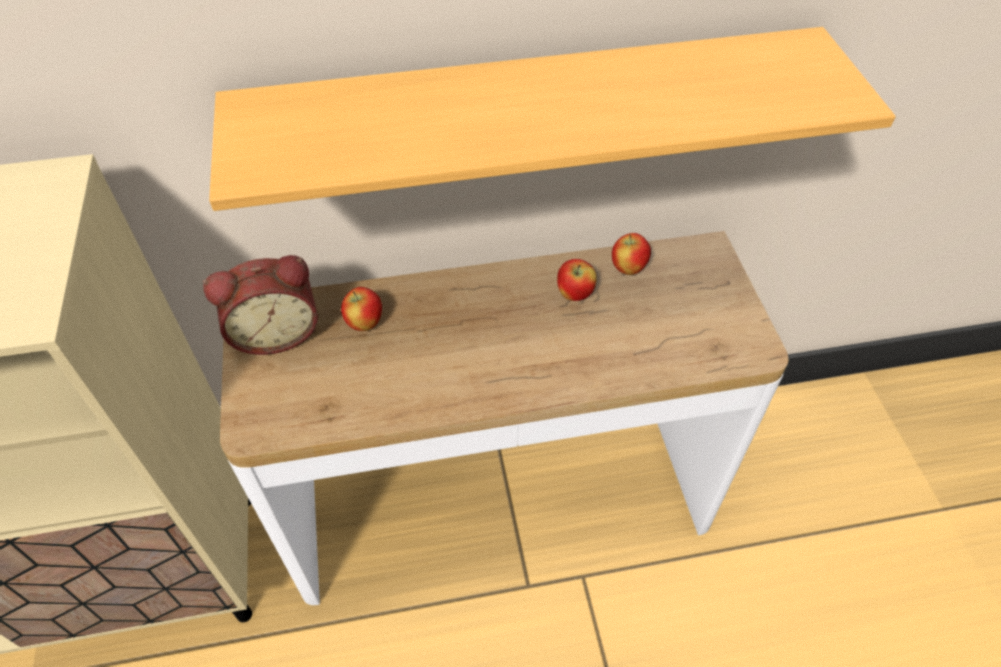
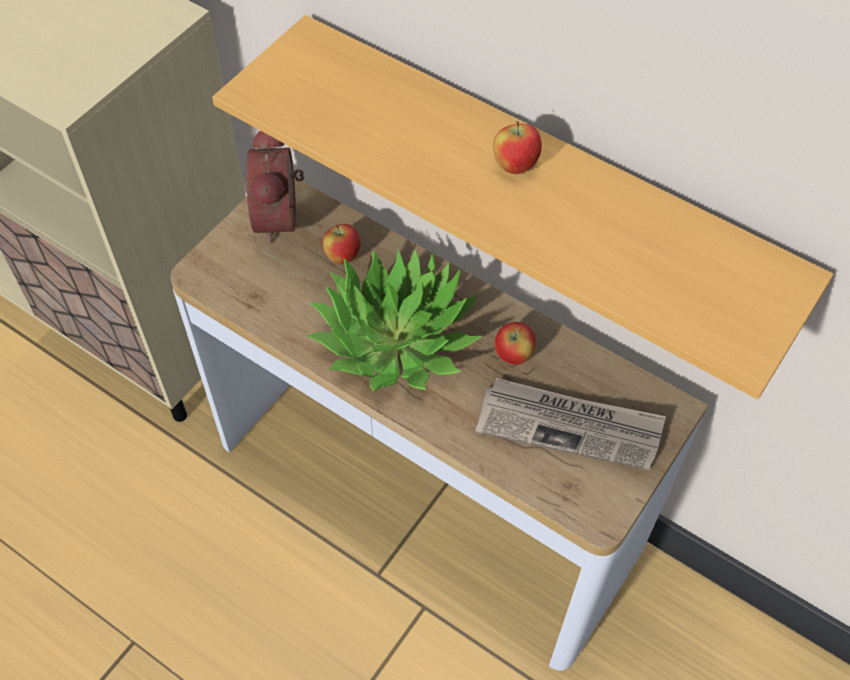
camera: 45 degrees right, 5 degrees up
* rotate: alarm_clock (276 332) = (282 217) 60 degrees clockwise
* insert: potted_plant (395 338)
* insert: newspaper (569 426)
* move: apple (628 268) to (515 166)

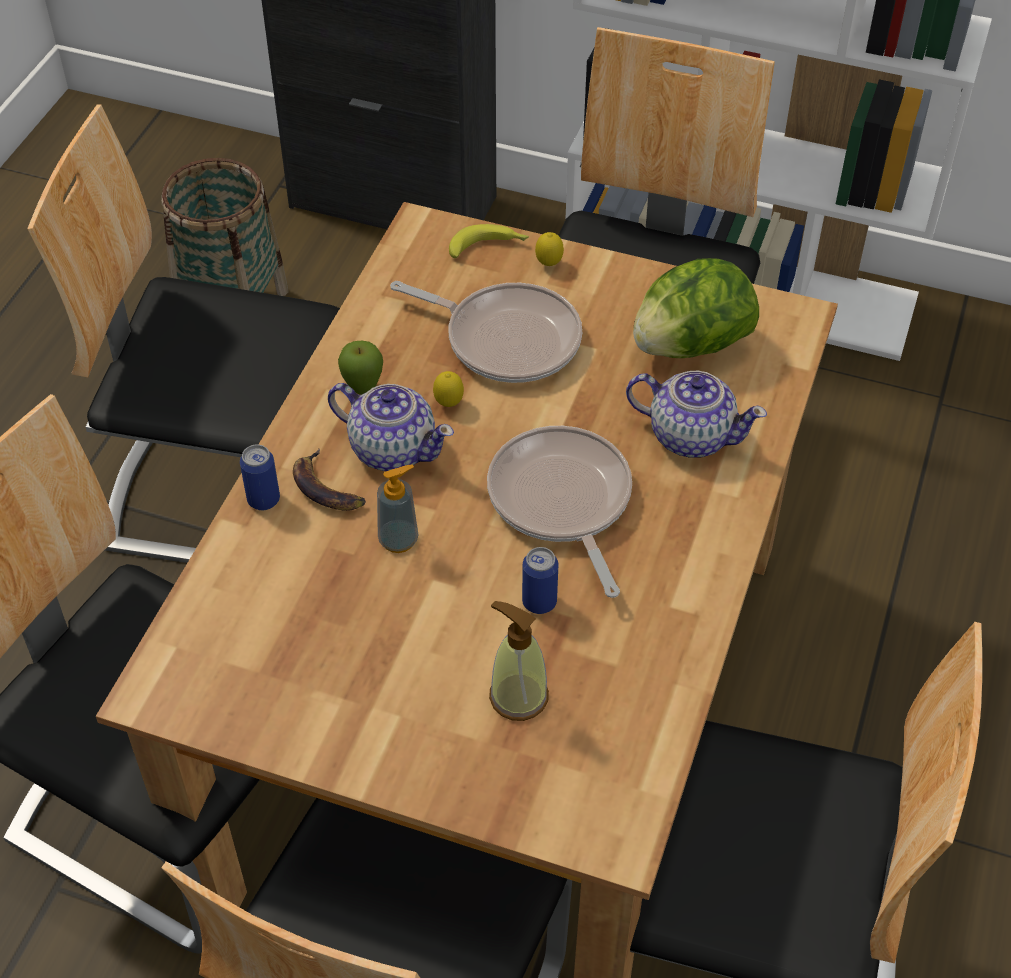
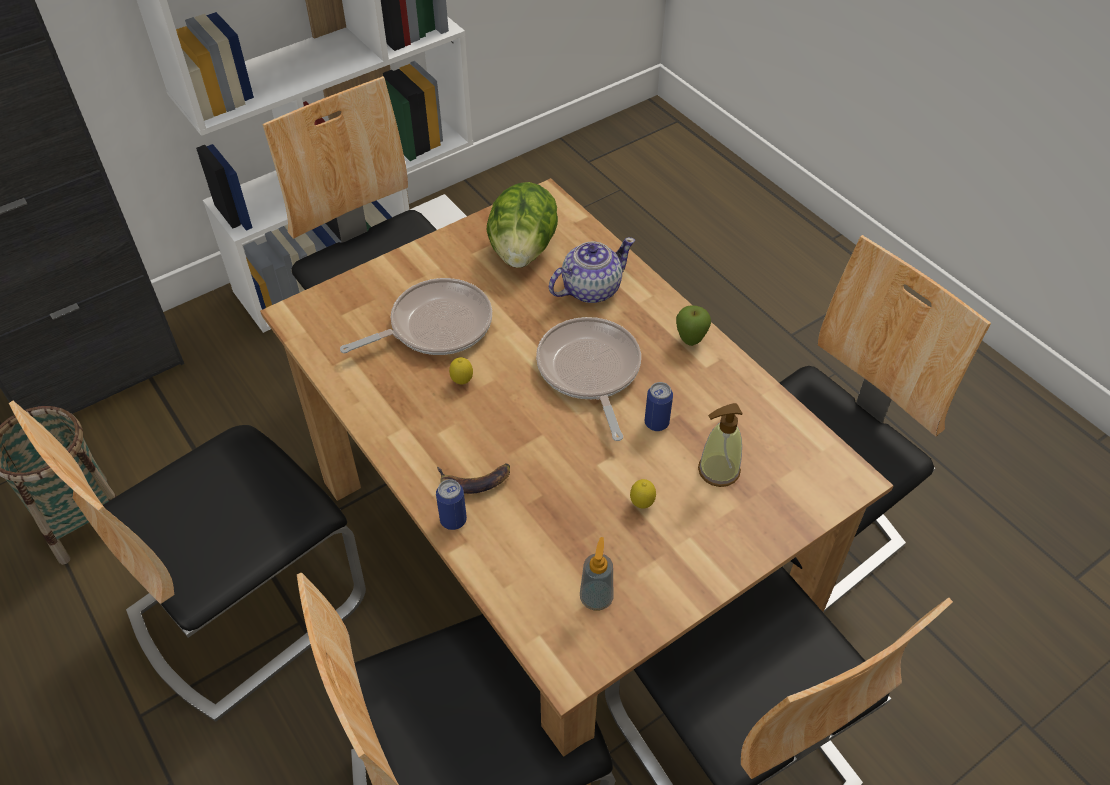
camera: 55 degrees left, 0 degrees up
* rotate: frying_pan (562 502) = (589 371) 60 degrees clockwise
* move: soap_dispenser (398 540) to (596 598)
* move: lemon (549 264) to (641 504)
* move: apple (363 389) to (690 341)
* delete: teapot (392 448)
* delete: banana (488 247)

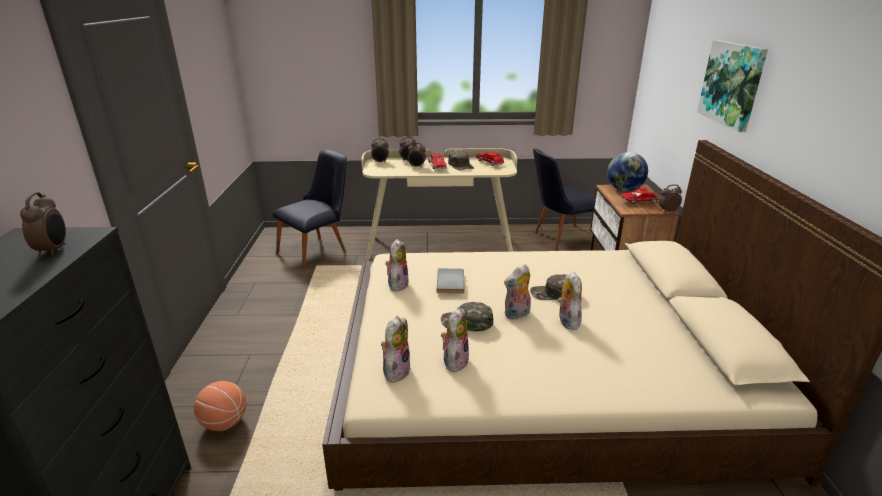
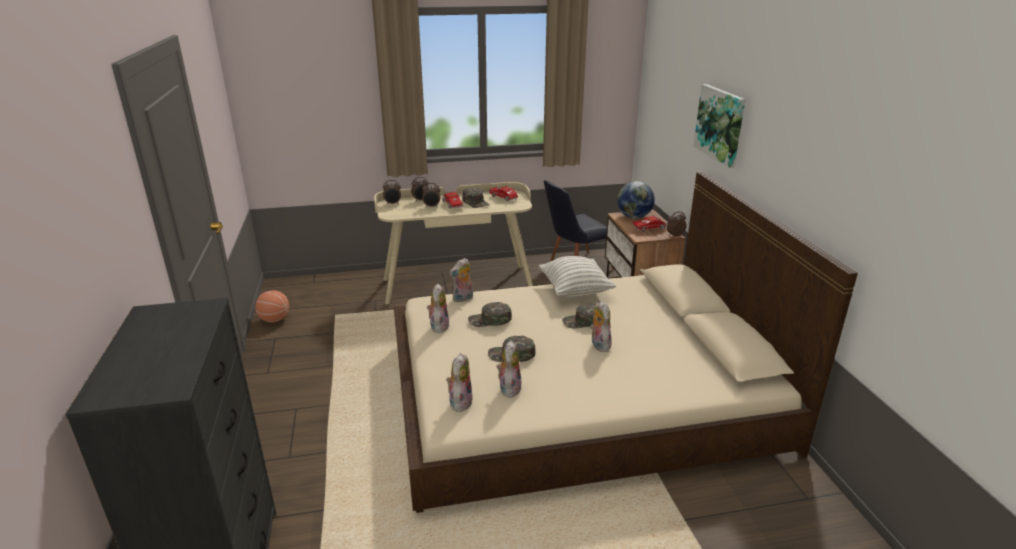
camera: 10 degrees left, 0 degrees up
* move: basketball (224 422) to (274 319)
* move: plush_toy (517 314) to (463 299)
* replace: grey_book (452 282) to green_cap (490 320)
* insert: pillow (575 291)
* delete: alarm_clock (54 250)
* delete: black_chair (318 251)

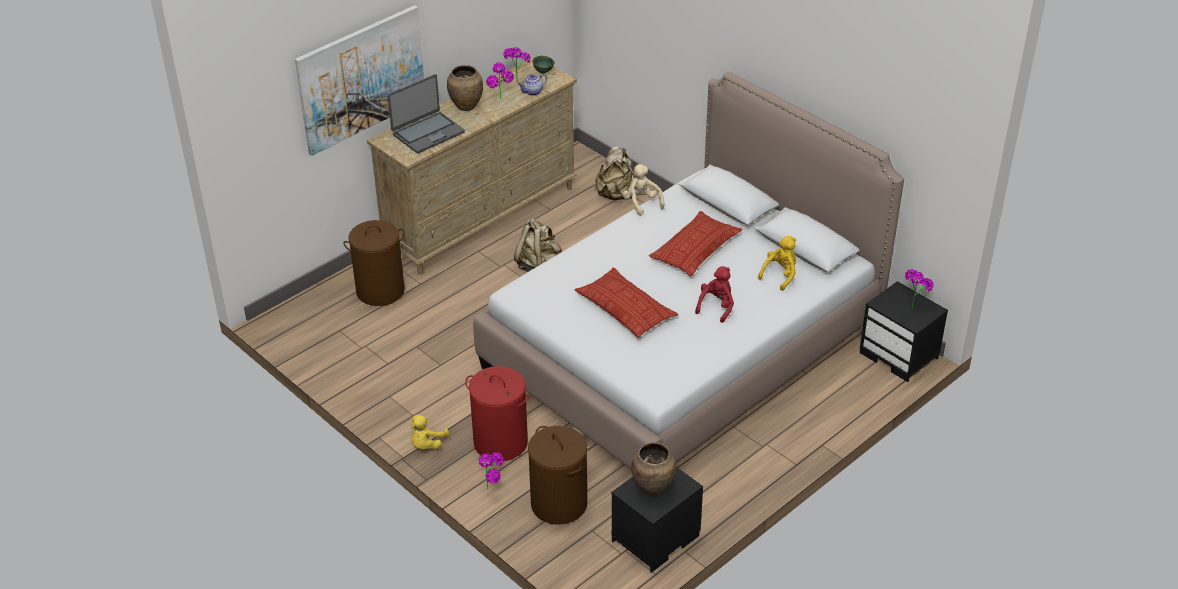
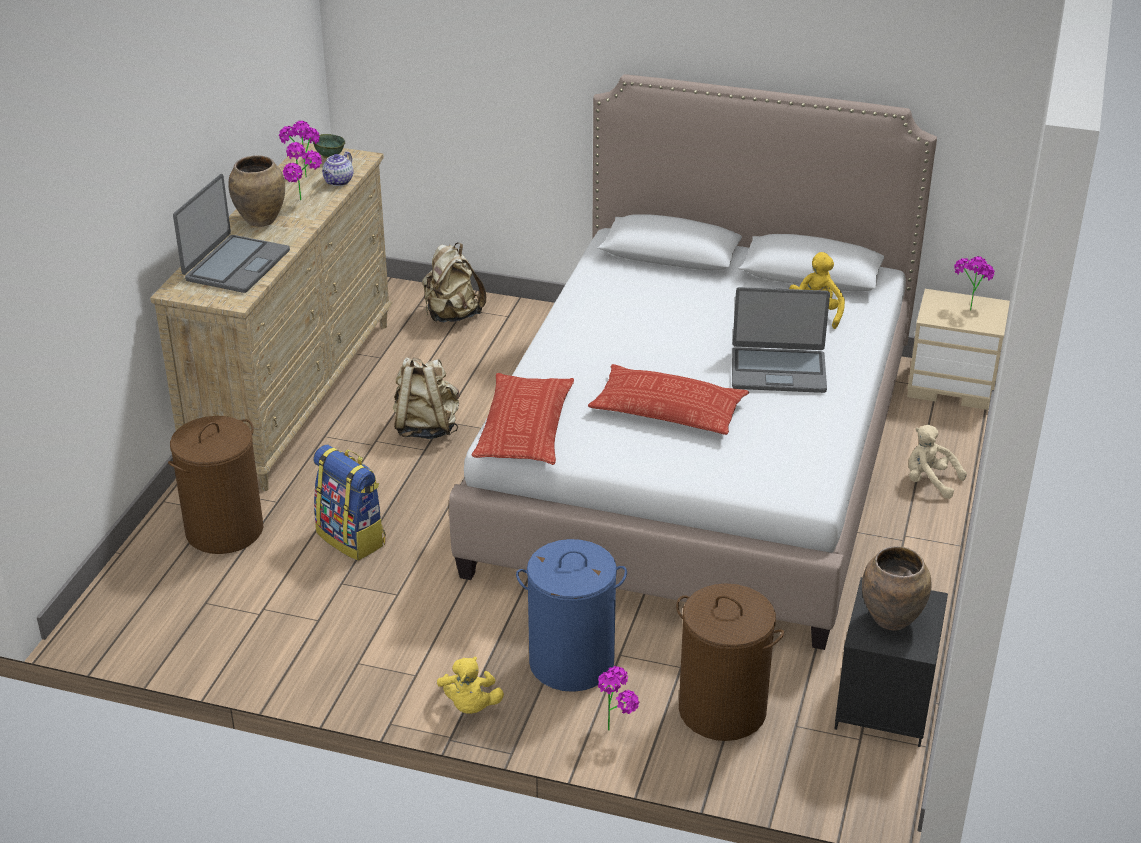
camera: 30 degrees left, 5 degrees down
* insert: backpack (352 538)
* move: pillow (695 249) to (524 427)
* recolor: red_laundry_basket (500 442) to blue_laundry_basket (571 663)
* replace: red_plush_toy (716 307) to laptop (778 371)
* recolor: black_nightstand (900 355) to beige_nightstand (953 385)
* move: beige_plush_toy (641 203) to (929 481)
* delete: picture (361 79)

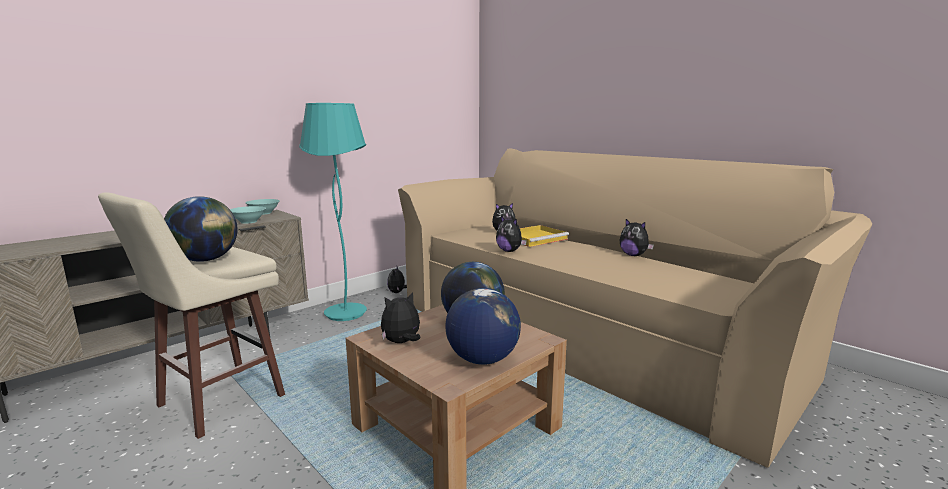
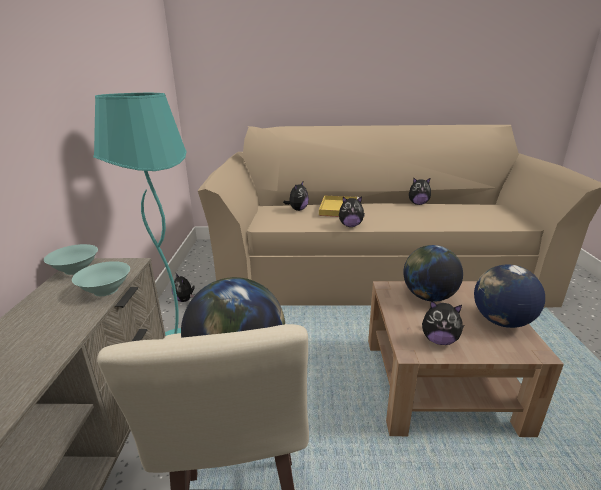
camera: 45 degrees left, 10 degrees up
* rotate: plush_toy (402 342) = (439 340) 90 degrees counterclockwise

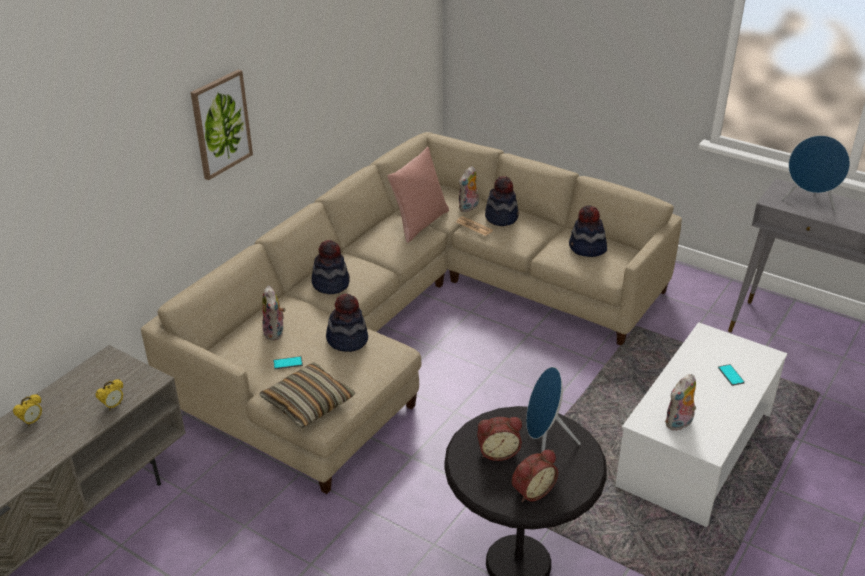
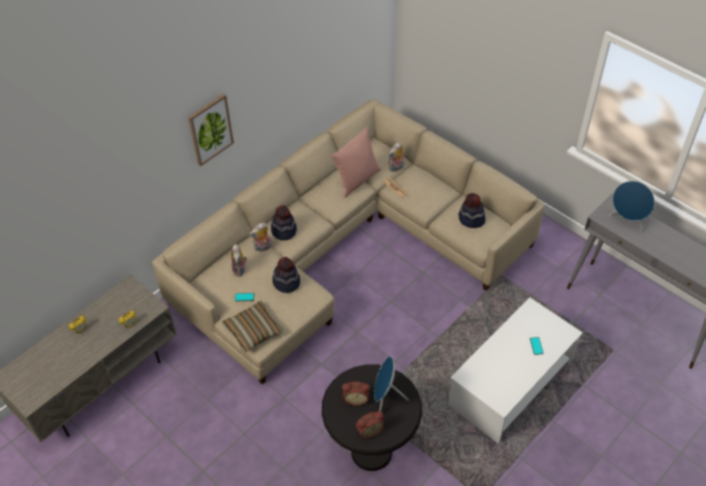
camera: 10 degrees right, 15 degrees up
* move: plush_toy (679 424) to (263 248)
* delete: hat (501 217)

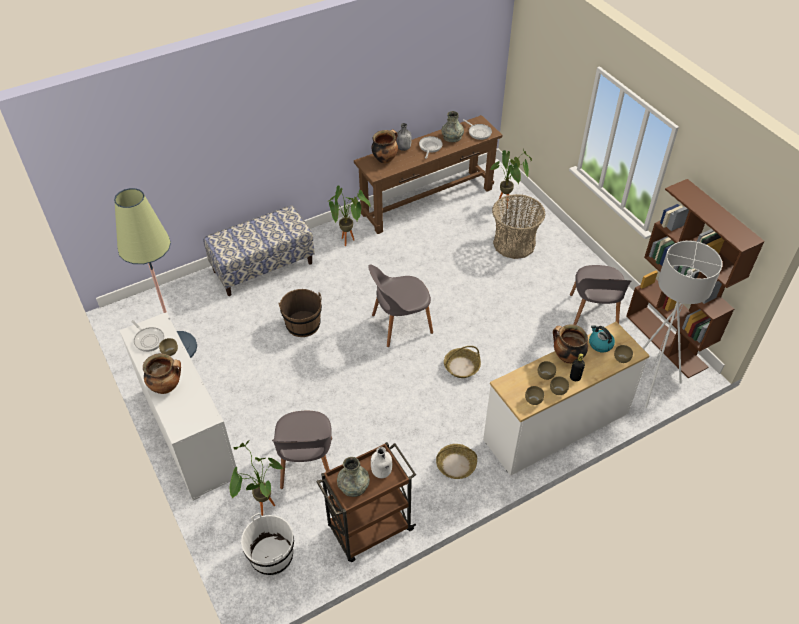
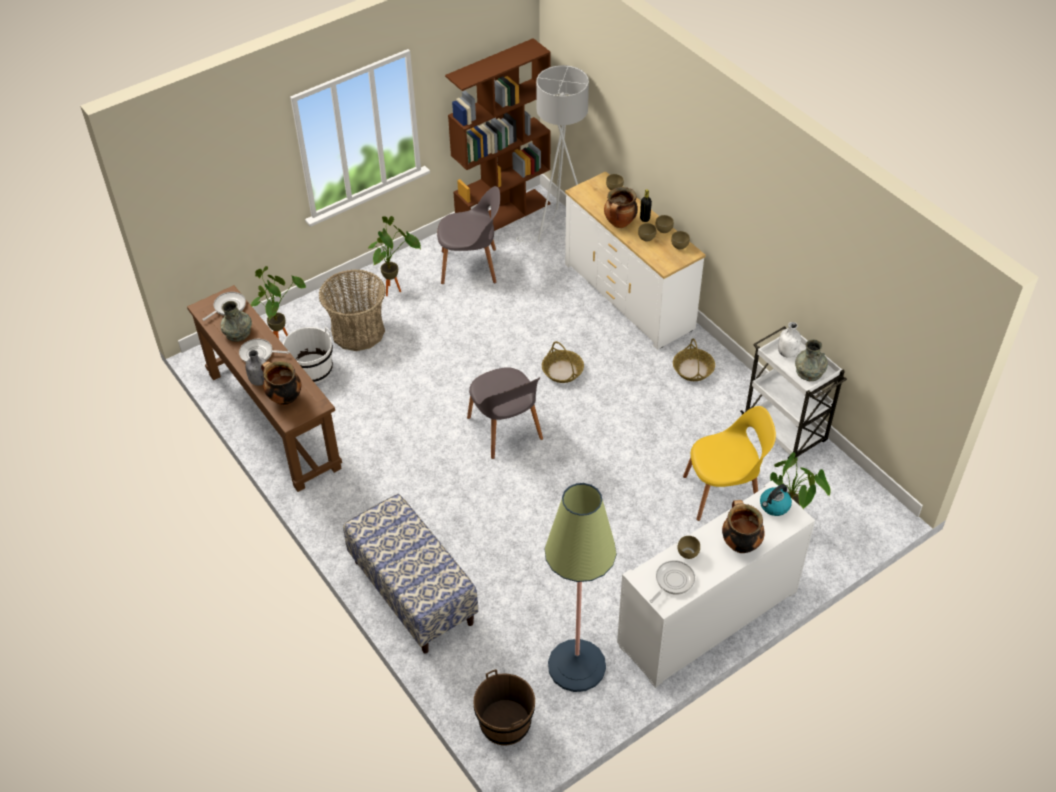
camera: 95 degrees left, 0 degrees up
* move: white_bucket (271 556) to (312 370)
* move: potted_plant (349 243) to (395 289)
* move: brown_bucket (303 324) to (505 723)
* recolor: grey_chair (306 465) to yellow_chair (723 493)
* recolor: brown_cart (369 529) to white_cart (785 431)
* move: kettle (600 344) to (774 506)

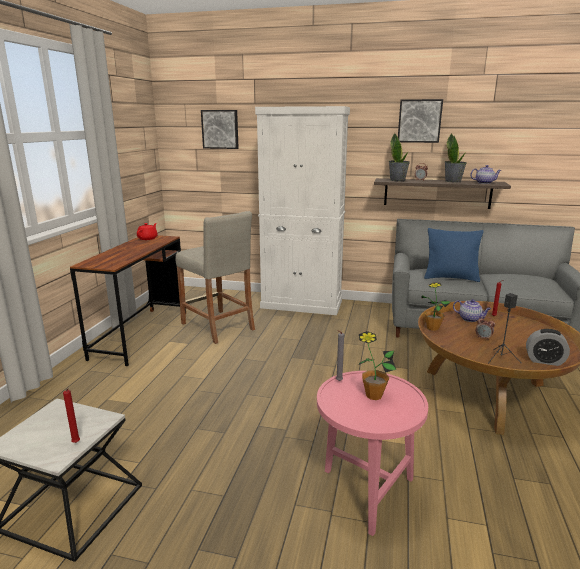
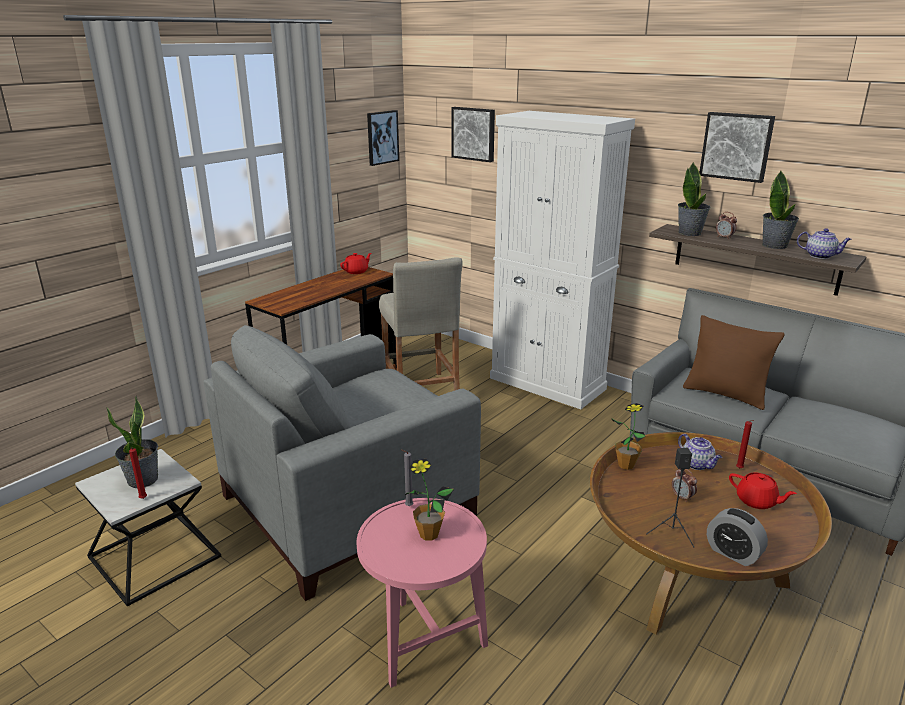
camera: 25 degrees right, 5 degrees up
* insert: potted_plant (143 480)
* insert: grey_armchair (349 503)
* insert: picture (382 137)
* recolor: blue_pillow (450 278) to brown_pillow (725 394)
* insert: red_teapot (757 501)

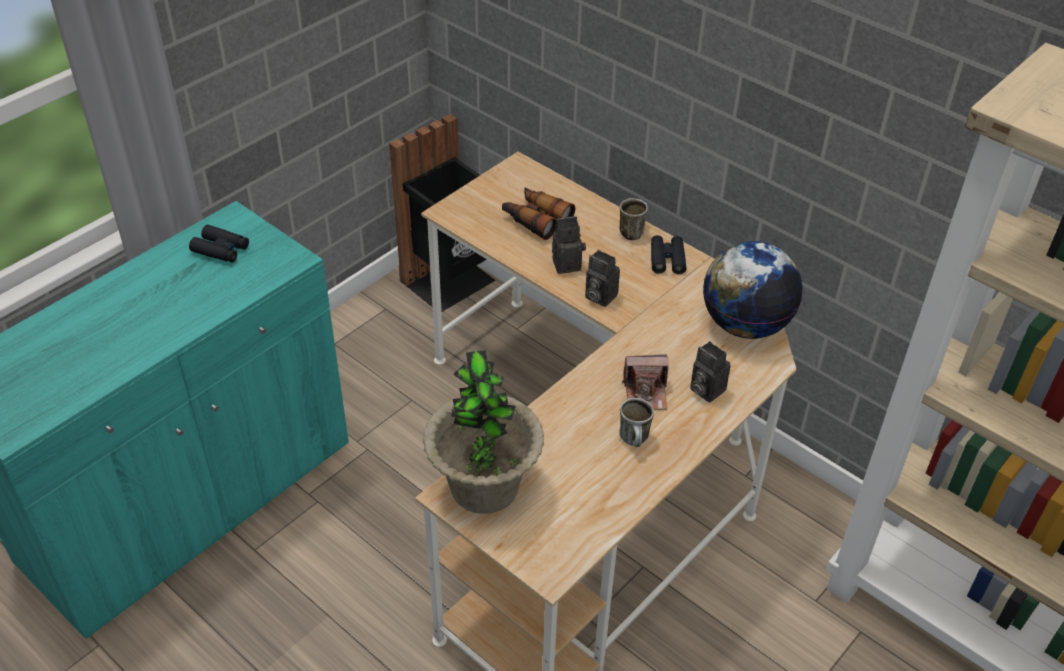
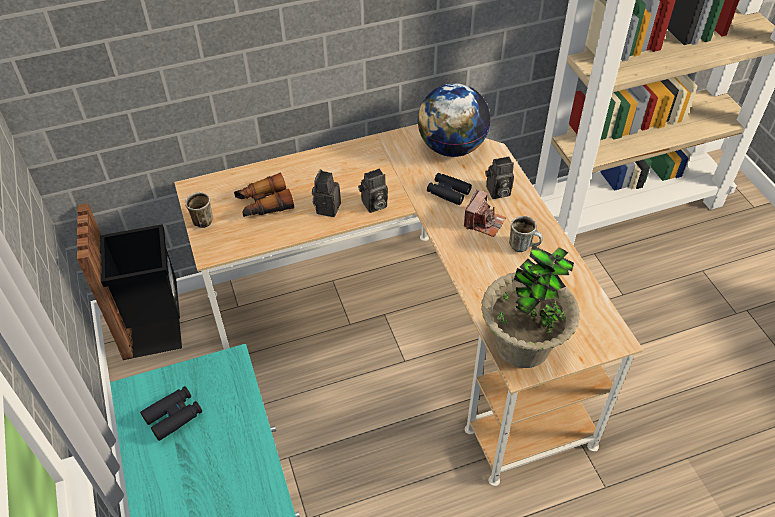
camera: 60 degrees left, 5 degrees up
* move: mug (633 231) to (201 219)
* move: black_binoculars (667 259) to (448 192)

